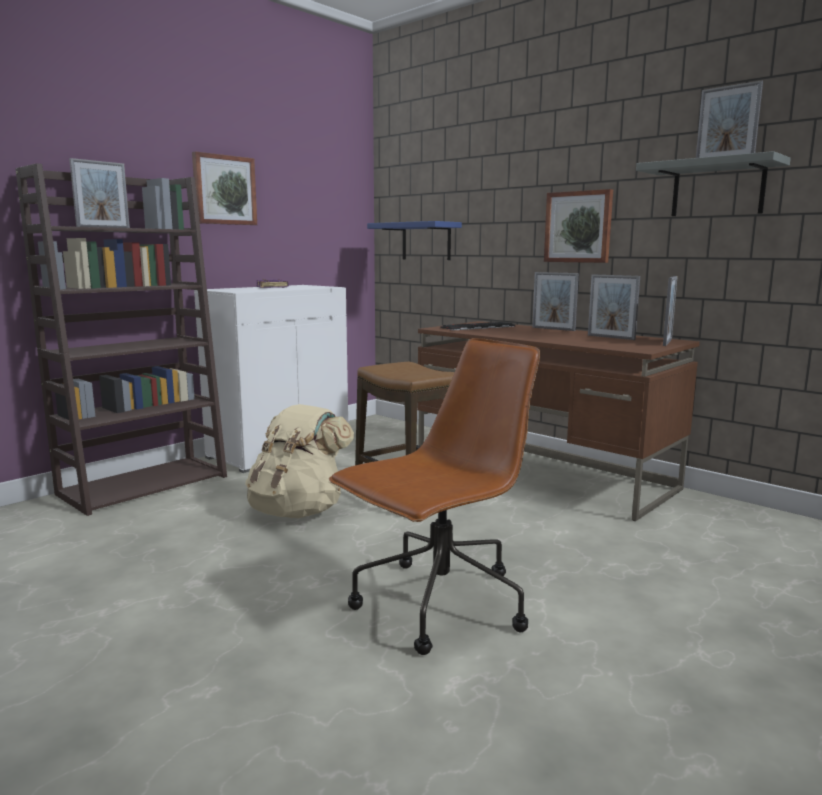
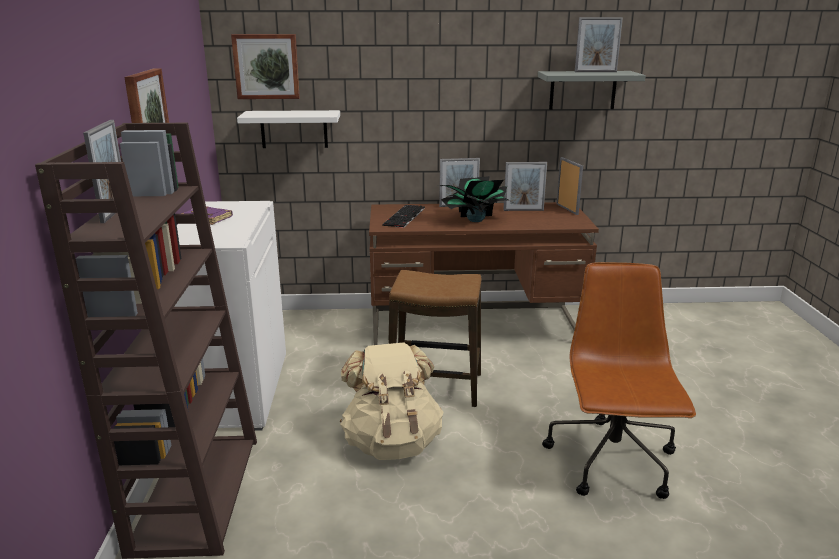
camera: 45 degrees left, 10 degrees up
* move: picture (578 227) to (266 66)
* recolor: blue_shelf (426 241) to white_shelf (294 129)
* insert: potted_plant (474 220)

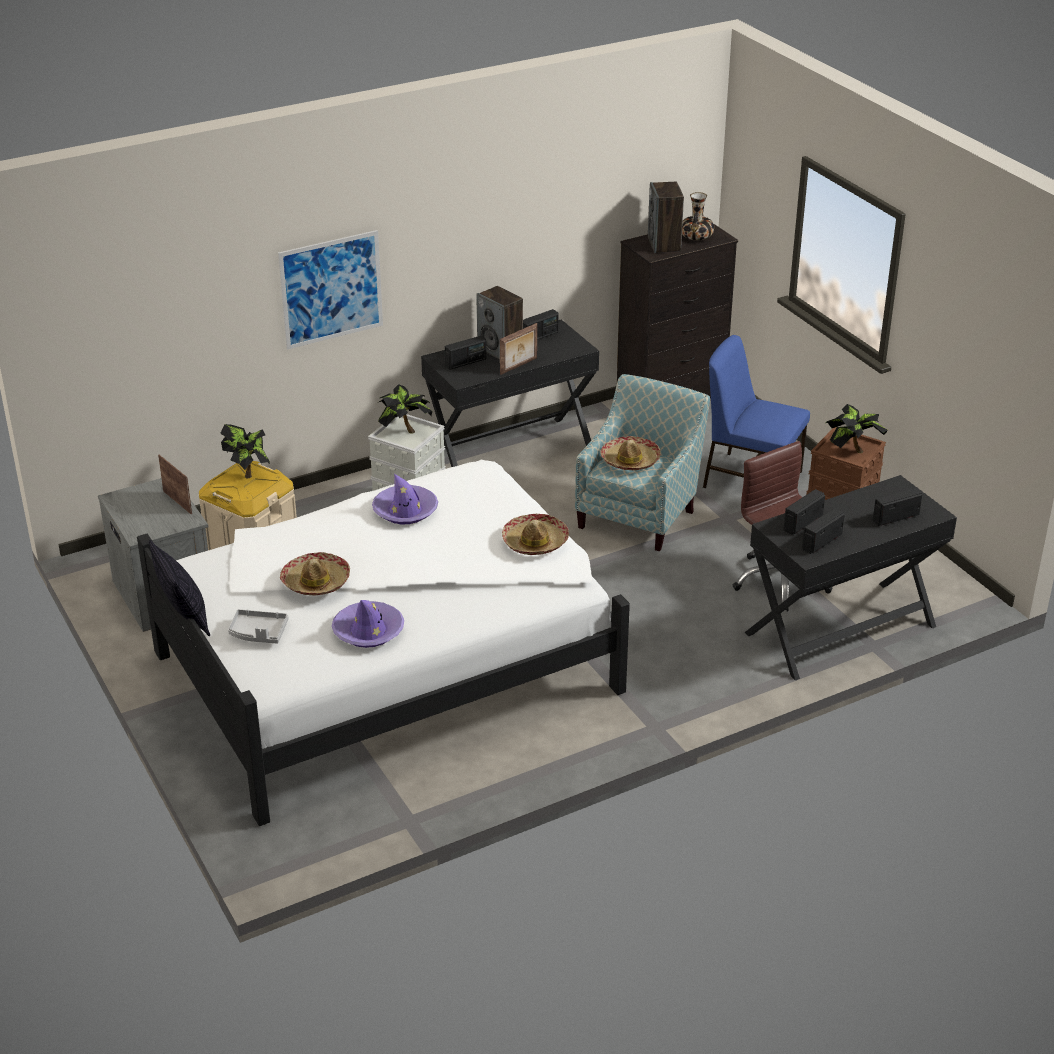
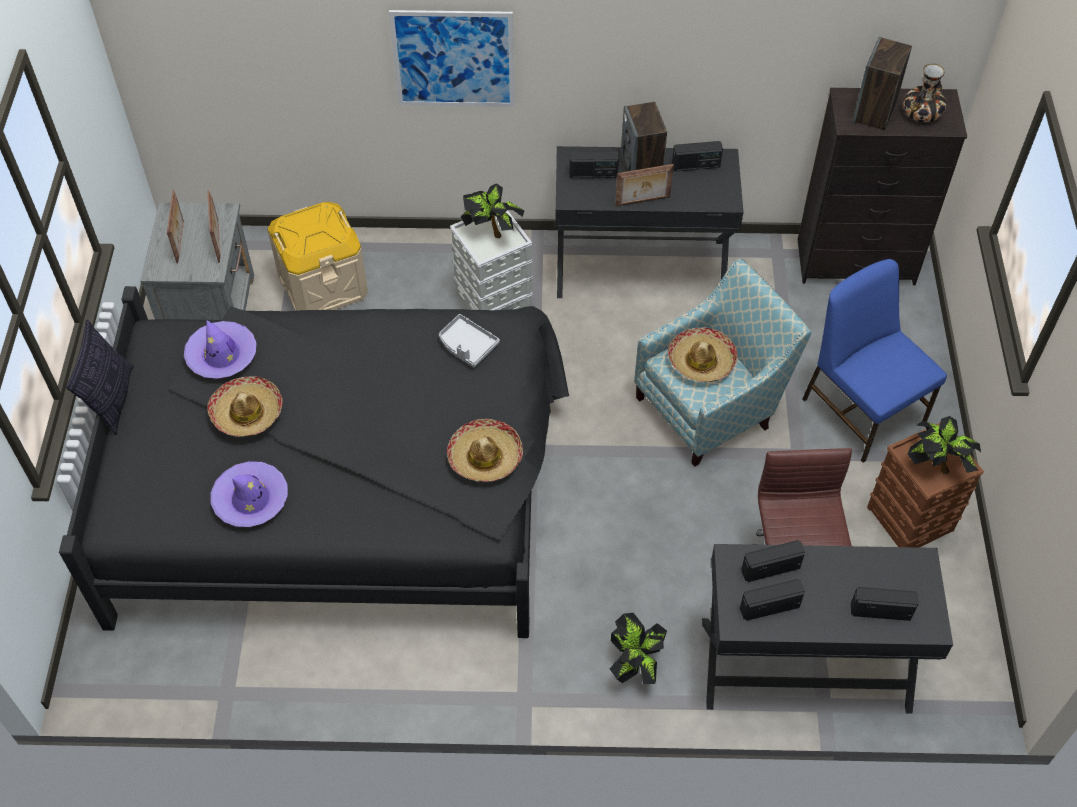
camera: 30 degrees right, 20 degrees up
* recolor: white_bed (391 660) to black_bed (345 487)
* insert: picture_frame (181 242)
* move: purple_hat (405 511) to (222 355)
* move: grey_tray (258 633) to (467 346)
* move: potted_plant (248 472) to (636 664)

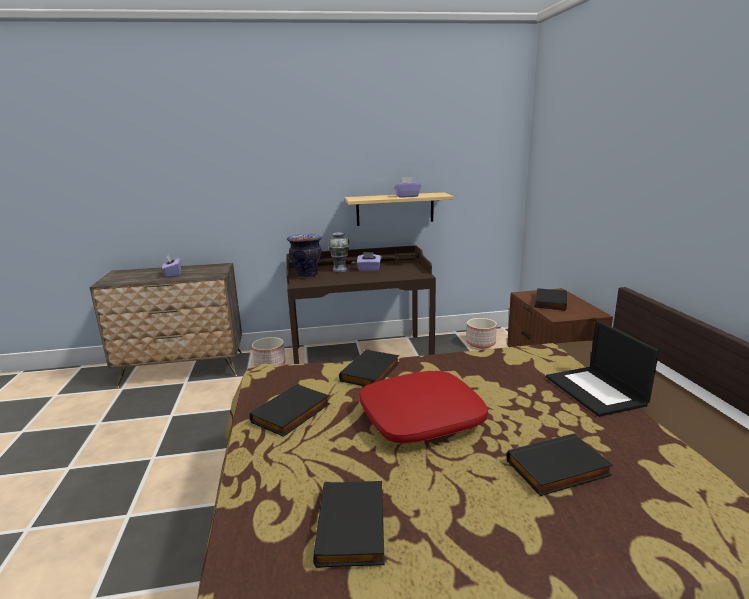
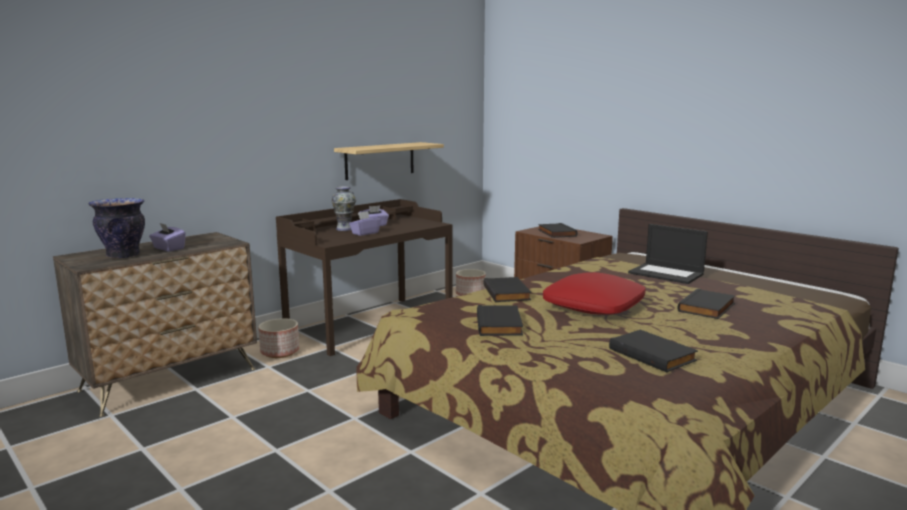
camera: 35 degrees left, 5 degrees down
* move: vase (307 275) to (124 256)
* move: purple_tissue_box (407 196) to (365 233)

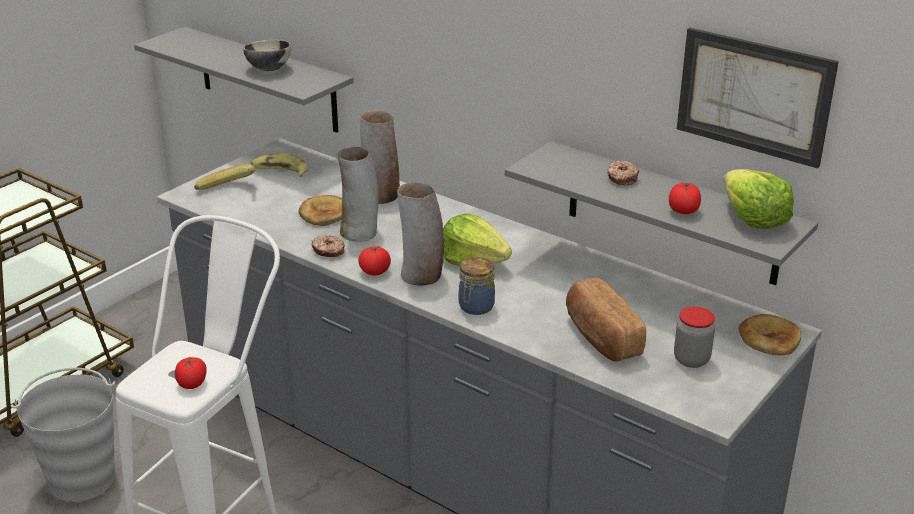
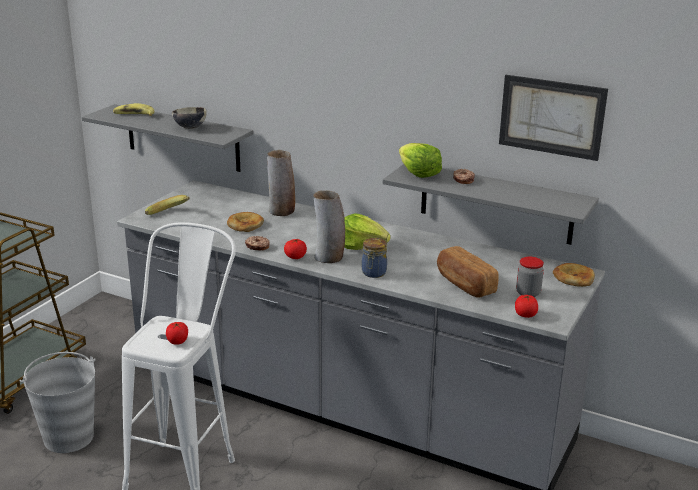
camera: 10 degrees left, 5 degrees down
* move: banana (280 172) to (134 115)
* move: lettuce (753 219) to (418 173)
* move: tomato (683 211) to (525 315)
* delete: vase (359 232)

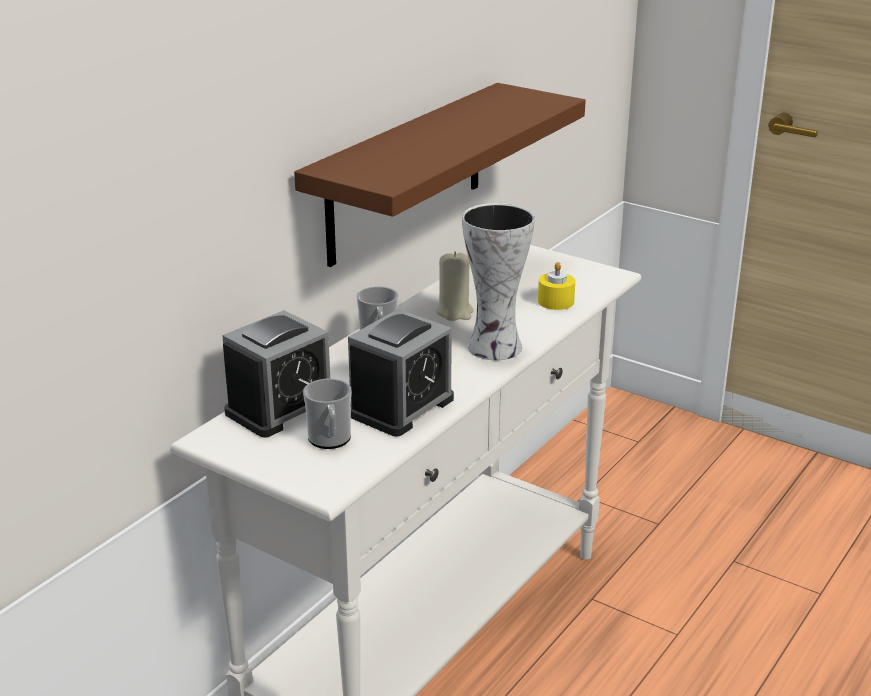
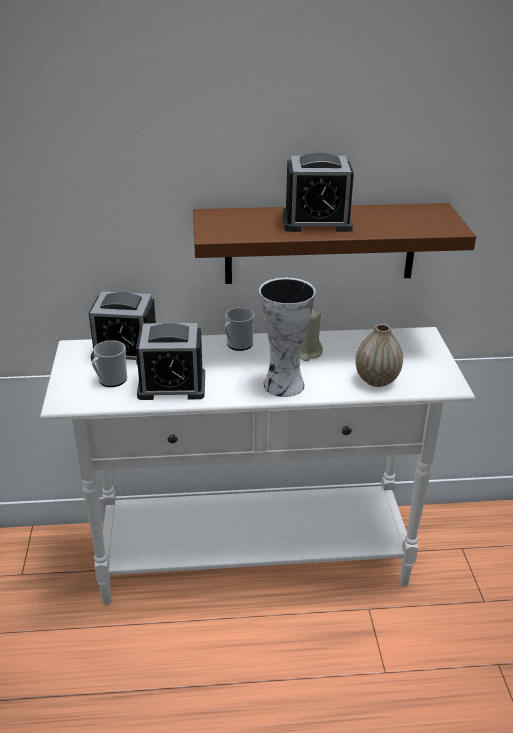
camera: 50 degrees right, 5 degrees up
* insert: alarm_clock (316 222)
* replace: yellow_candle (555 301) to vase (376 380)

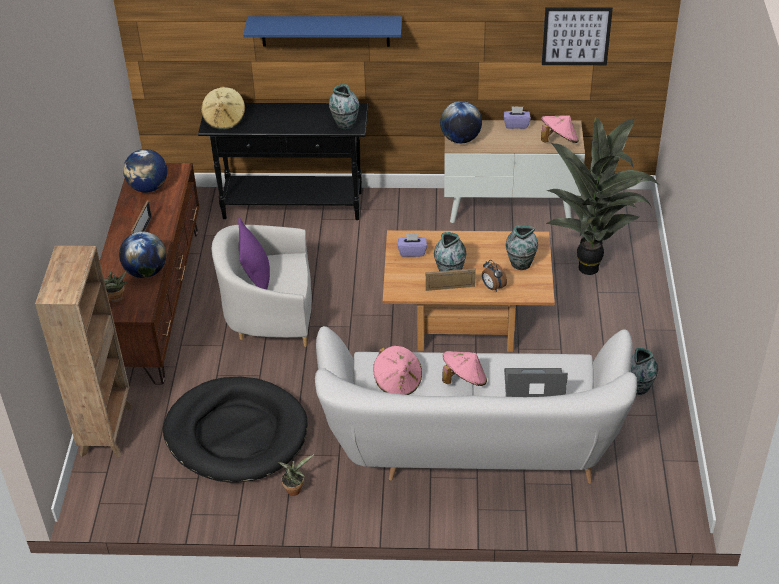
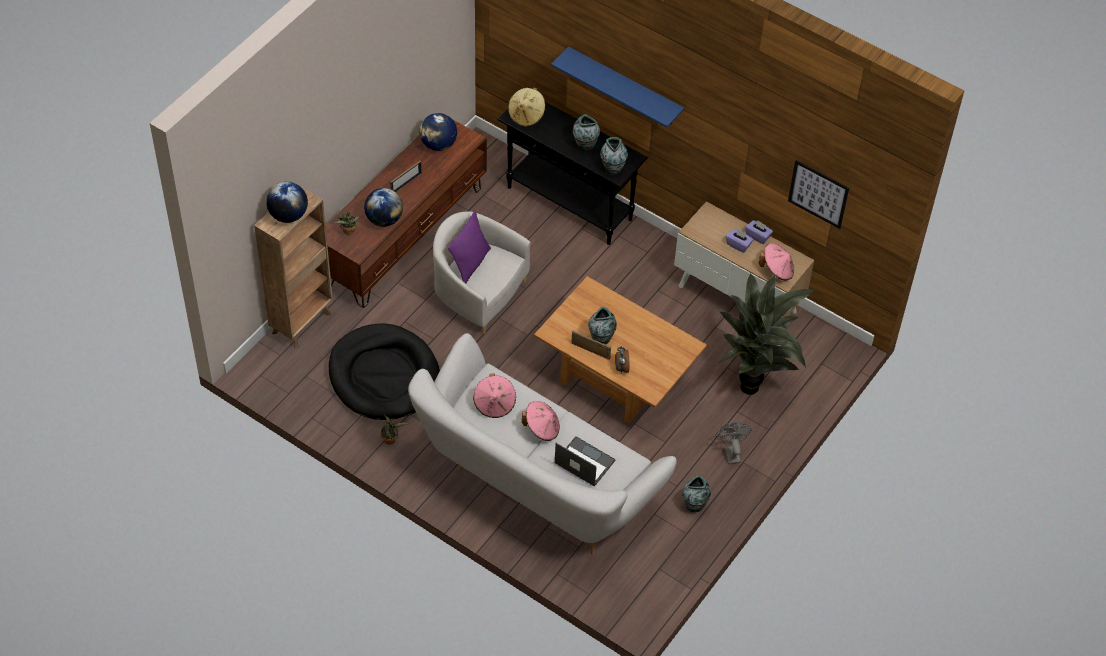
camera: 30 degrees right, 10 degrees up
* move: globe (460 139) to (288 215)
* move: vase (520 264) to (585 145)
* insert: grey_fan (731 452)
* move: purple_tissue_box (412 252) to (738 244)

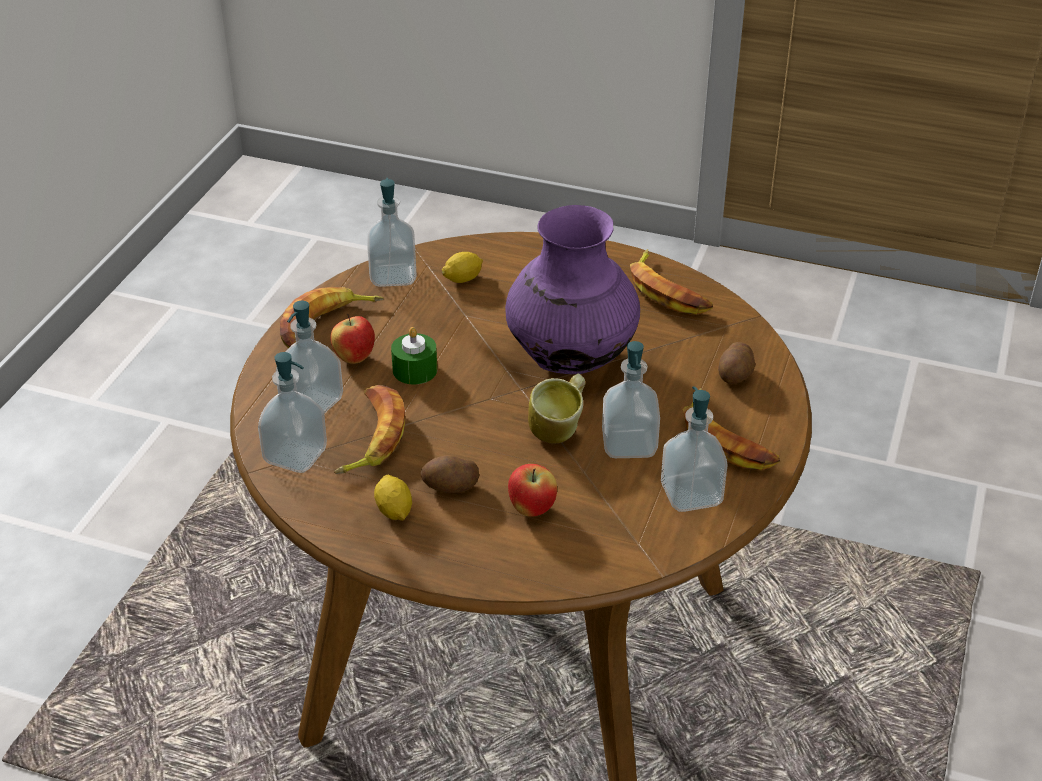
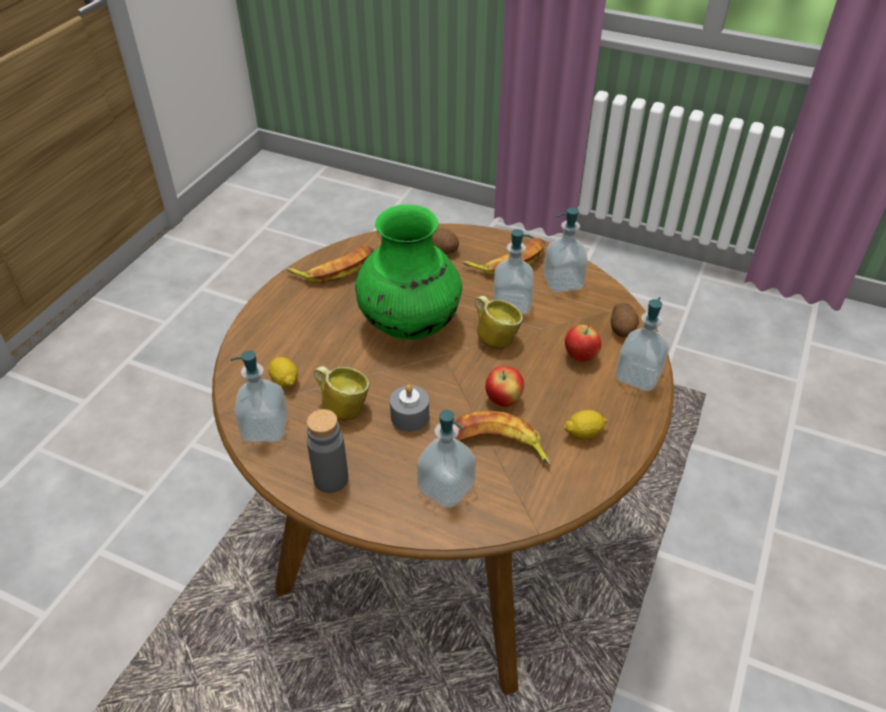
camera: 85 degrees left, 5 degrees up
* replace: banana (326 325) to grey_bottle (331 479)
* insert: mug (343 406)
* recolor: purple_vase (570 358) to green_vase (409 325)
* recolor: green_candle (415 370) to grey_candle (410 416)
* move: apple (354 358) to (503 400)
* move: potato (450 487) to (623 329)
* move: soap_dispenser (295 455) to (638 376)

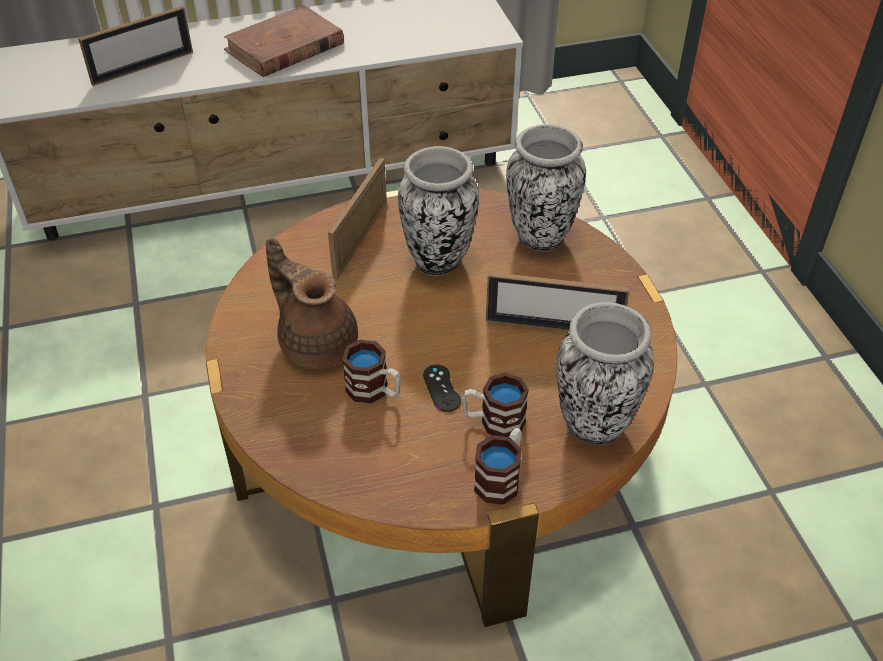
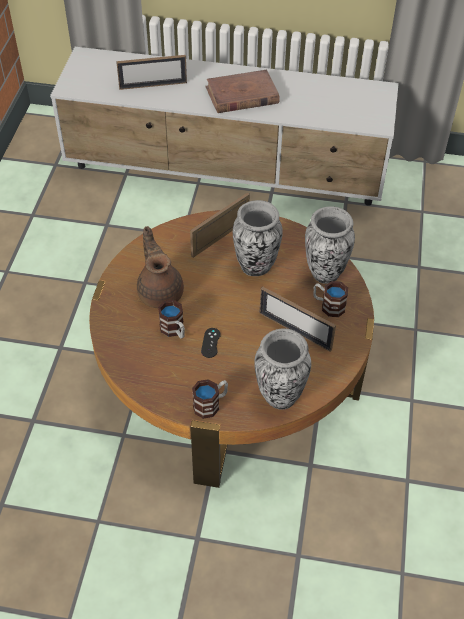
camera: 25 degrees right, 5 degrees up
* move: mug (493 421) to (328 306)

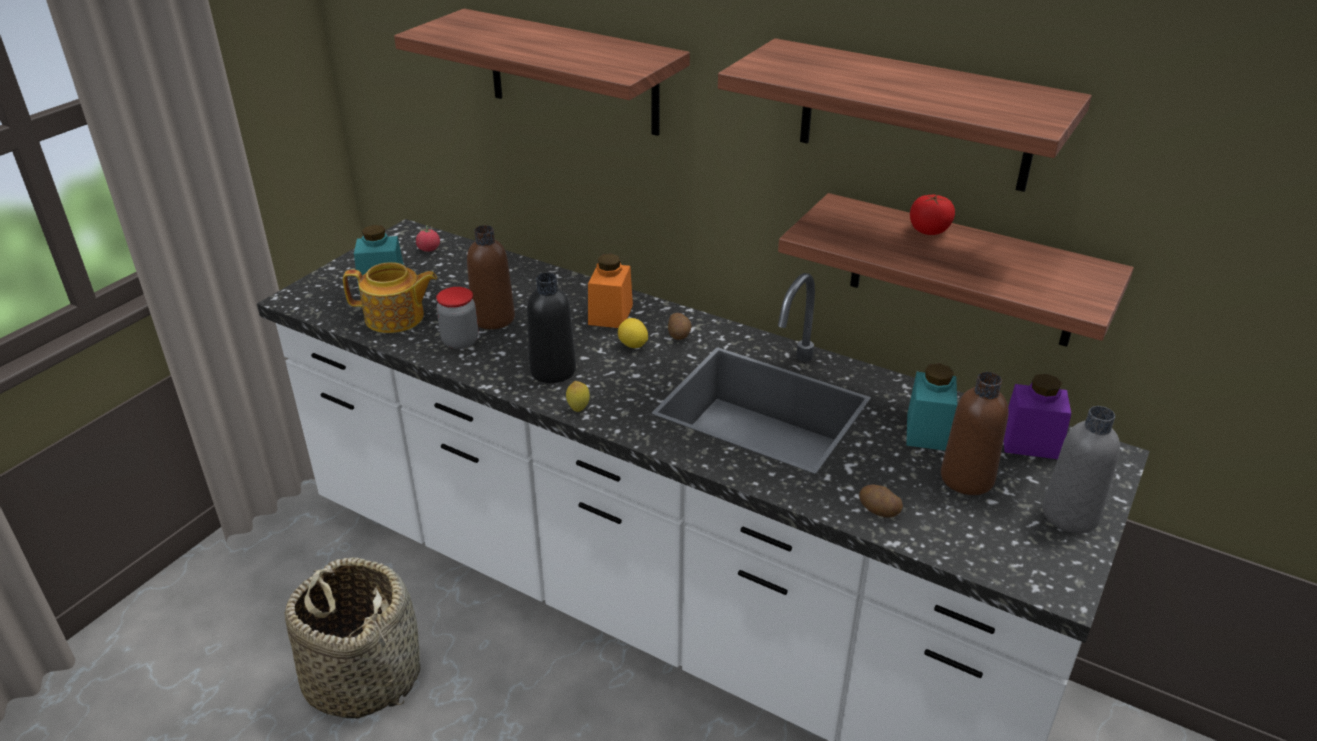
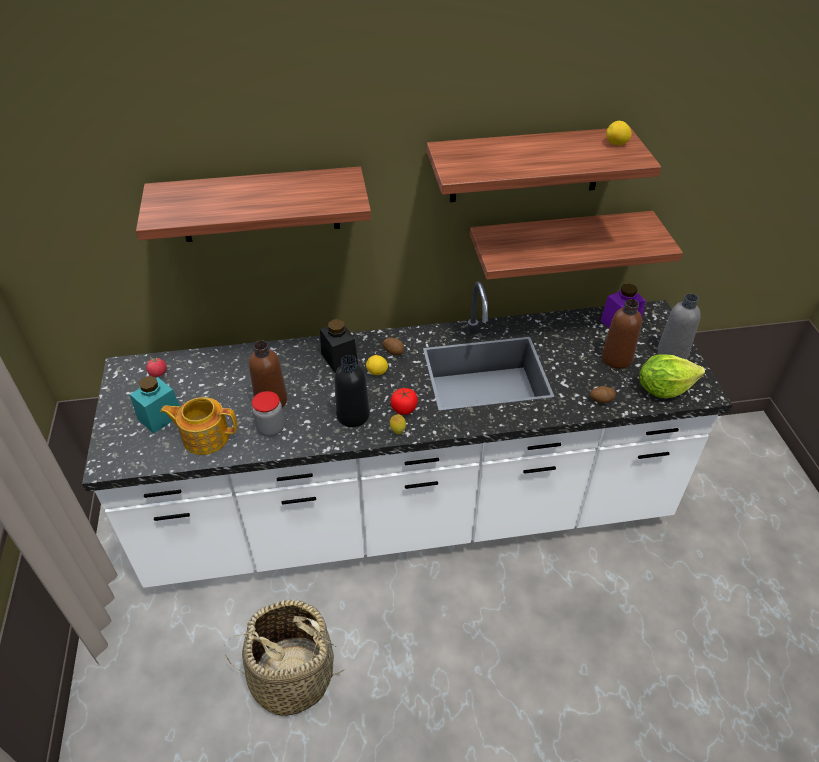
camera: 40 degrees left, 10 degrees up
* rotate: teapot (396 318) = (205 436) 135 degrees counterclockwise
* recolor: orange_jar (610 314) to black_jar (339 359)
* move: tomato (929 230) to (404 409)
* insert: lemon (616 144)
* insert: lettuce (663 388)
* delete: turquoise_jar (928 432)

